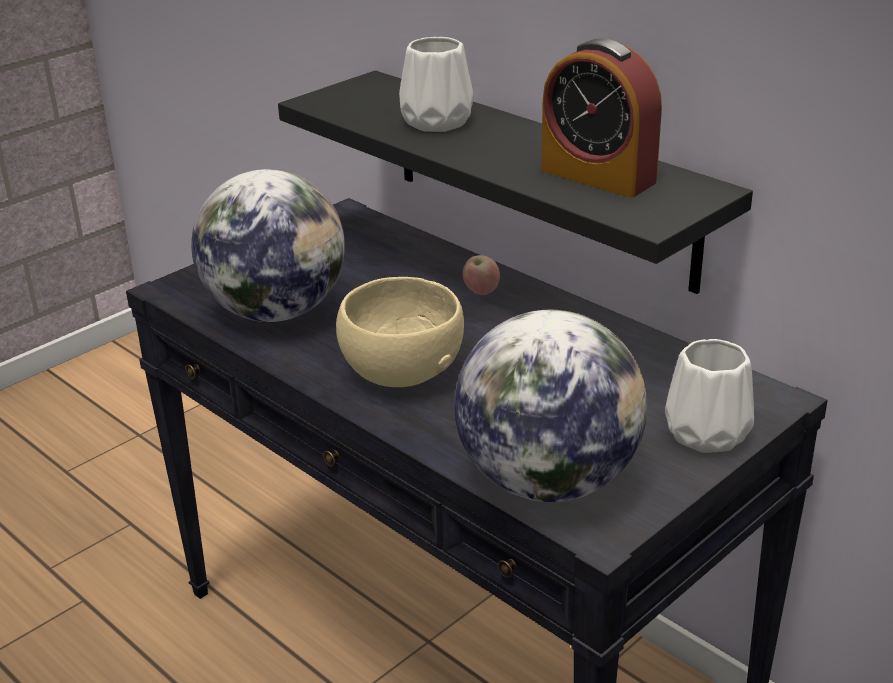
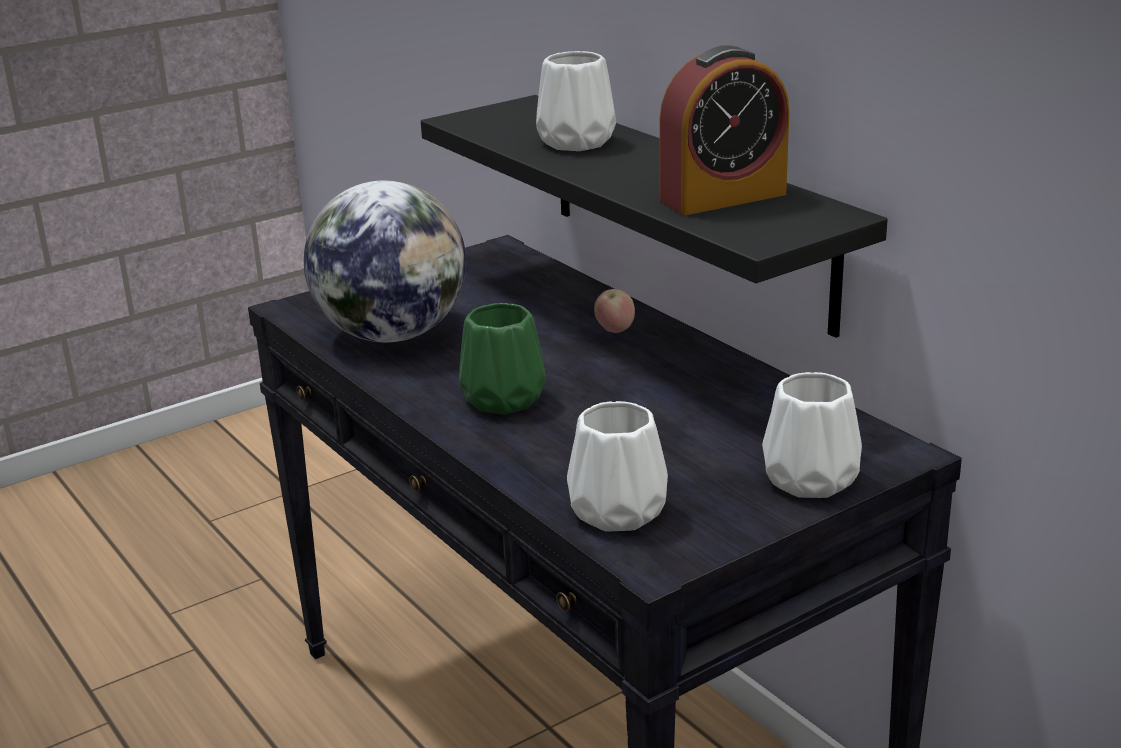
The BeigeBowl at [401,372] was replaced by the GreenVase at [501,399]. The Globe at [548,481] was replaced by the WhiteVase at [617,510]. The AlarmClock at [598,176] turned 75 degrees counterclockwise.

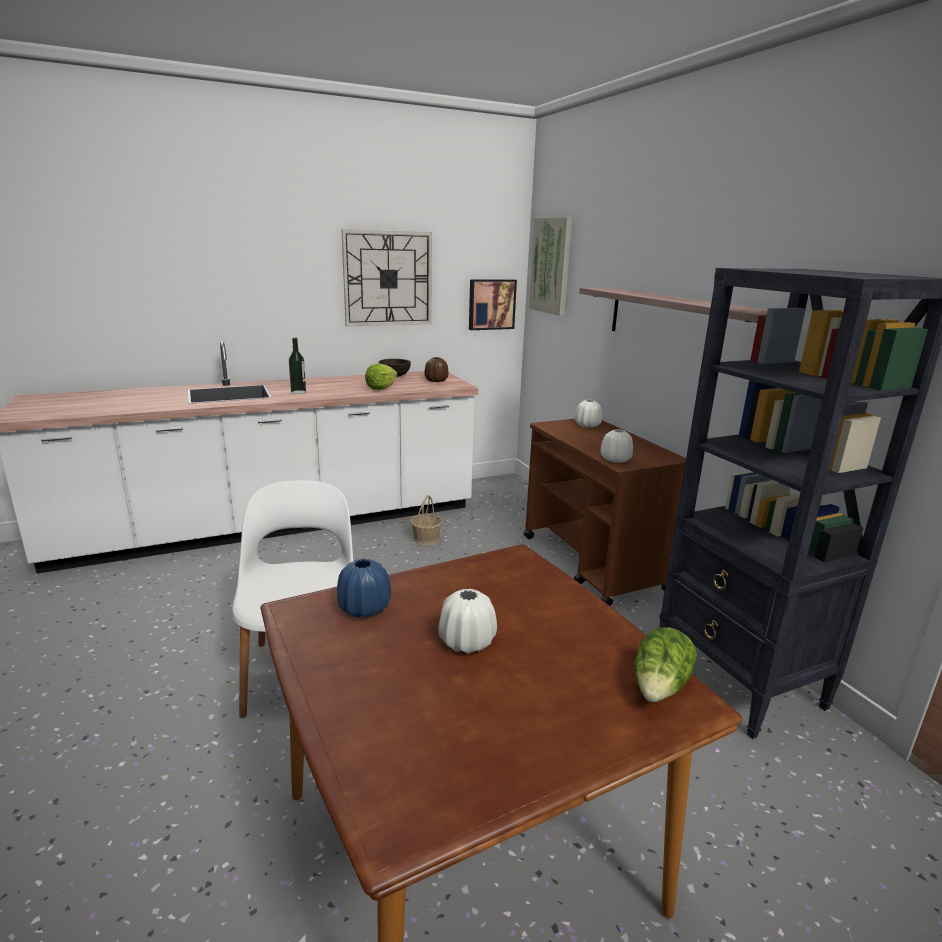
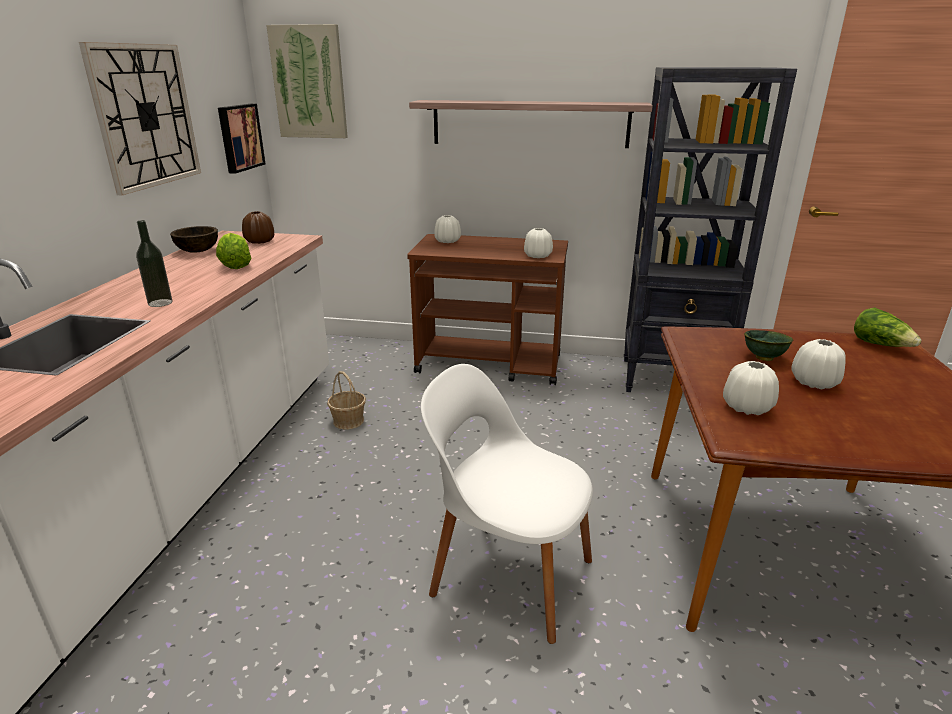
The BlueVase at [364,608] became the WhiteVase at [747,407]. The GreenBowl at [762,358] appeared.

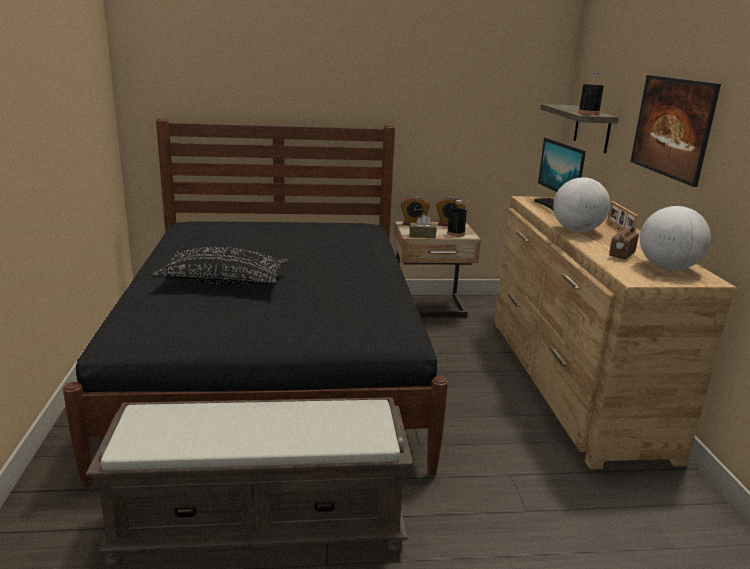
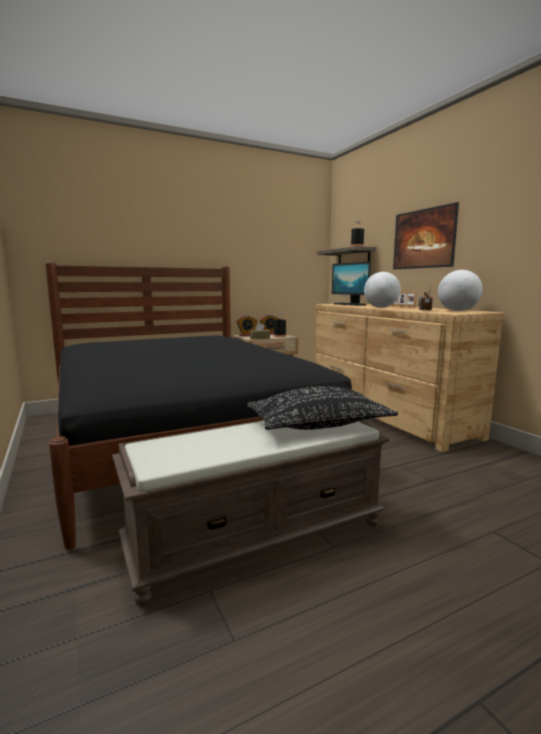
The BlackPillow moved from [224,282] to [319,425].

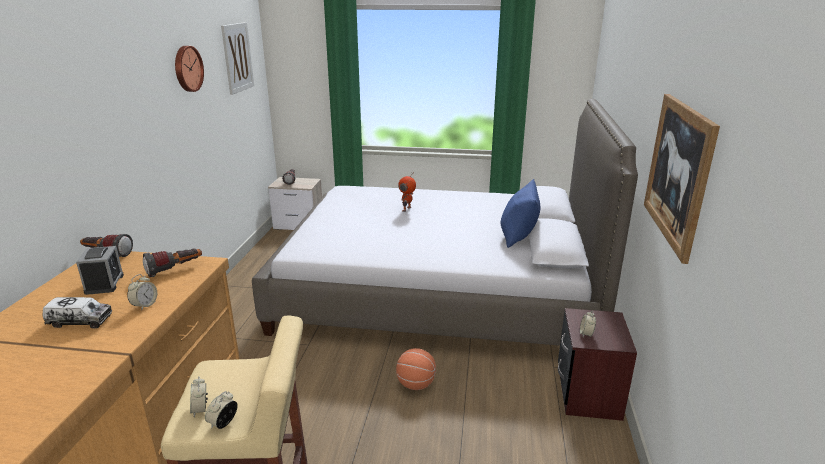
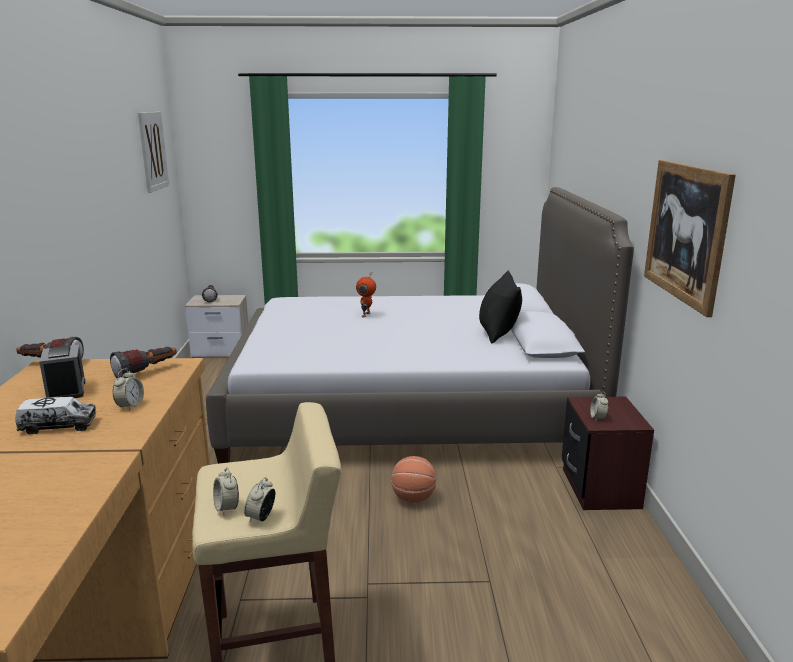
The BluePillow at [518,236] became the BlackPillow at [498,332]. The WallClock at [187,68] disappeared.

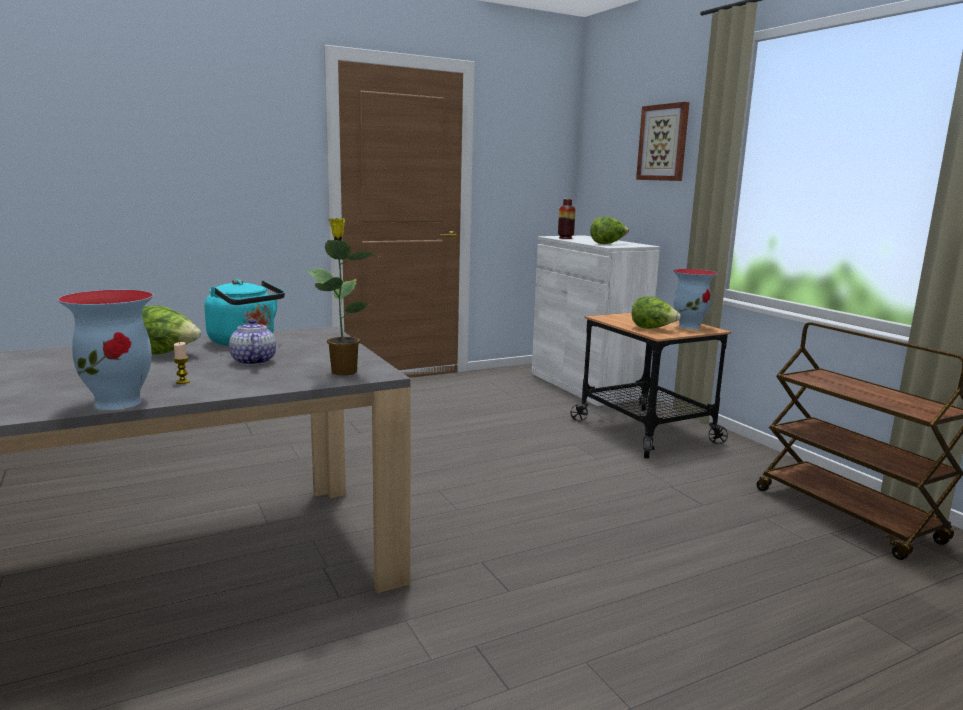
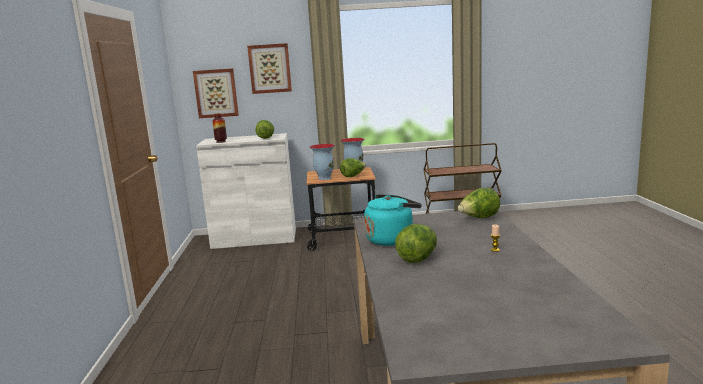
The Picture at [216,93] appeared. The Vase moved from [120,402] to [324,178]. The PottedPlant at [343,371] was replaced by the Lettuce at [479,218]. The Teapot at [252,361] disappeared.

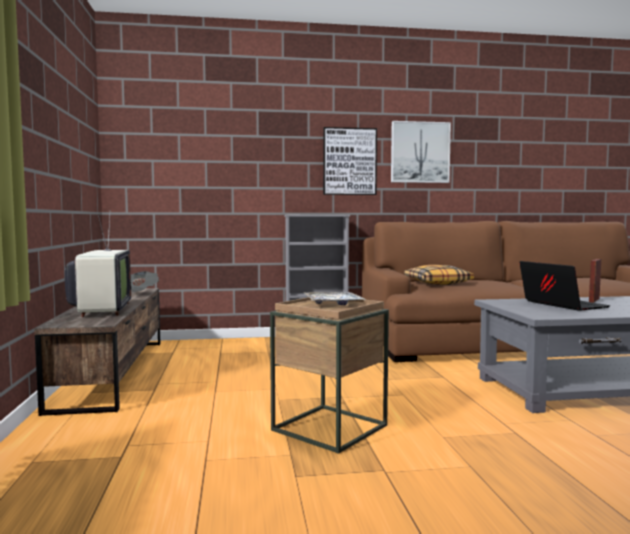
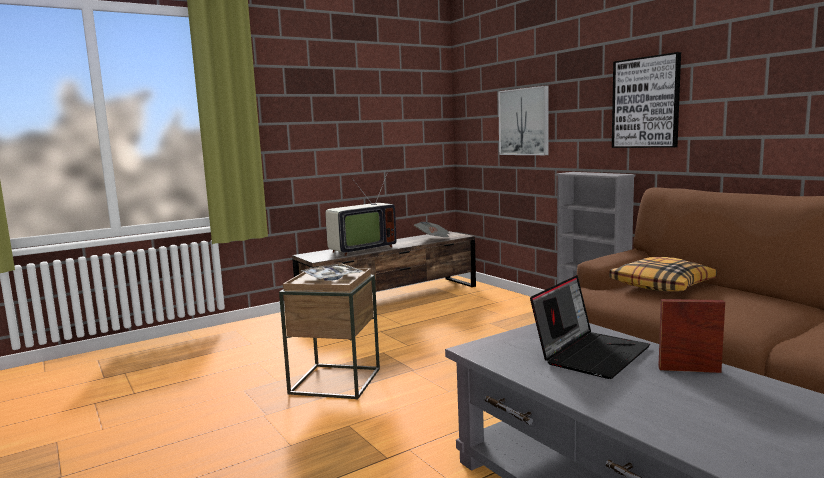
The Picture moved from [420,152] to [524,122].

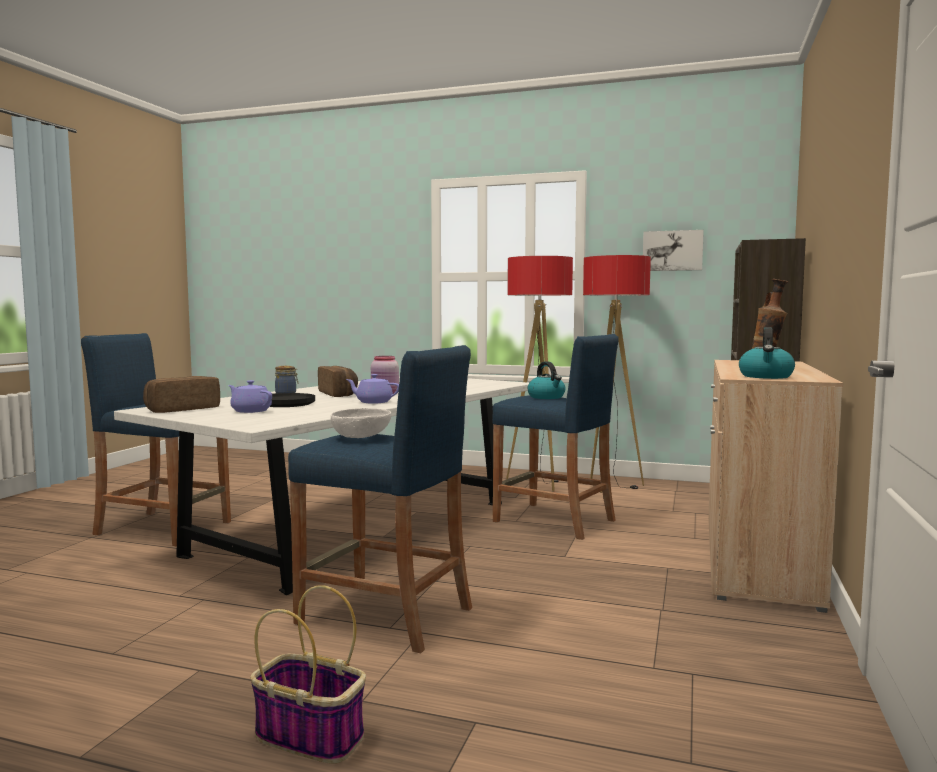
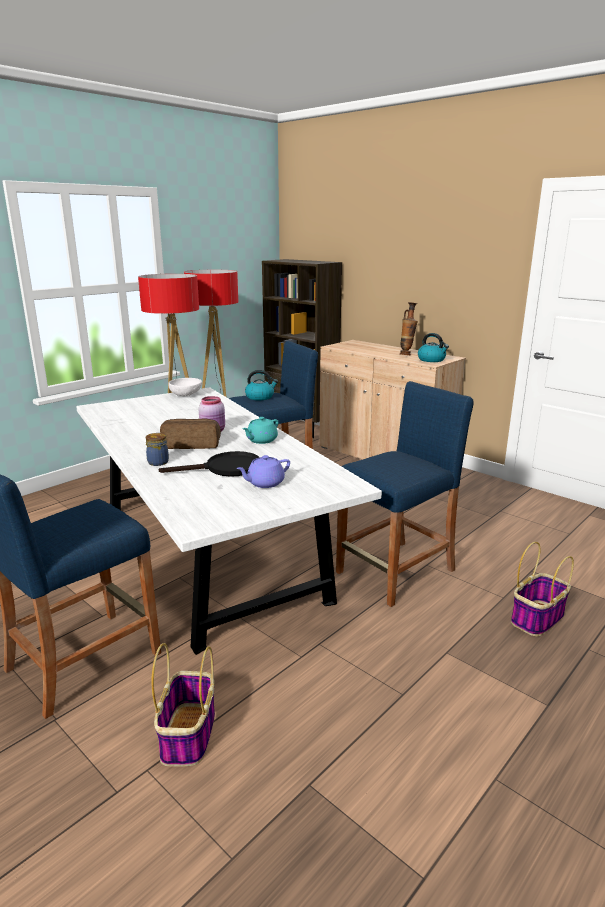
The Basket at [188,735] appeared. The WhiteBowl moved from [361,438] to [186,395]. The PurpleTeapot at [373,402] became the TurquoiseTeapot at [261,440]. The Bread at [182,409] disappeared. The Picture at [672,251] disappeared.

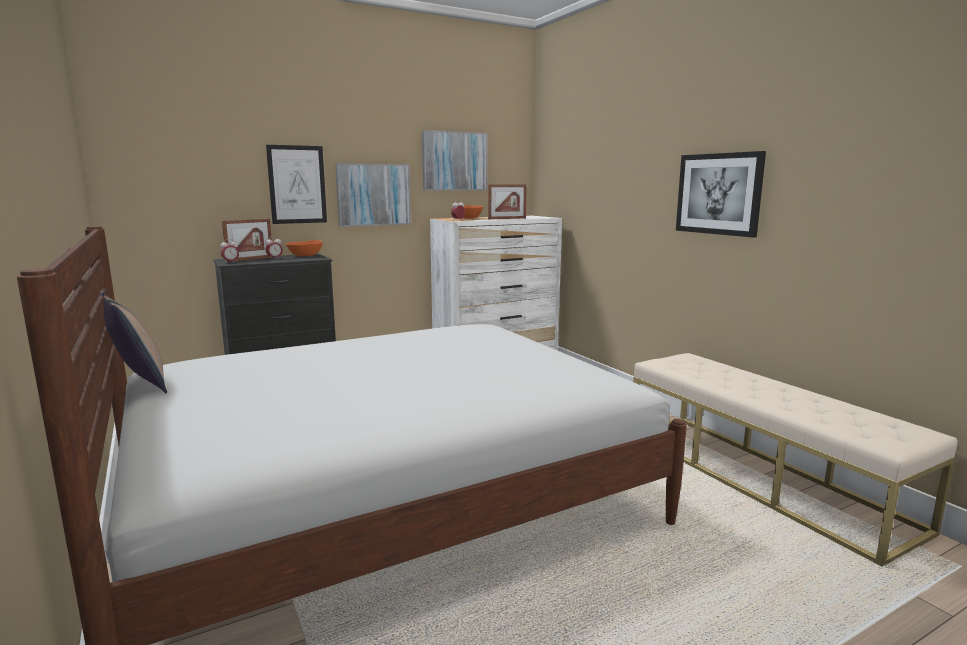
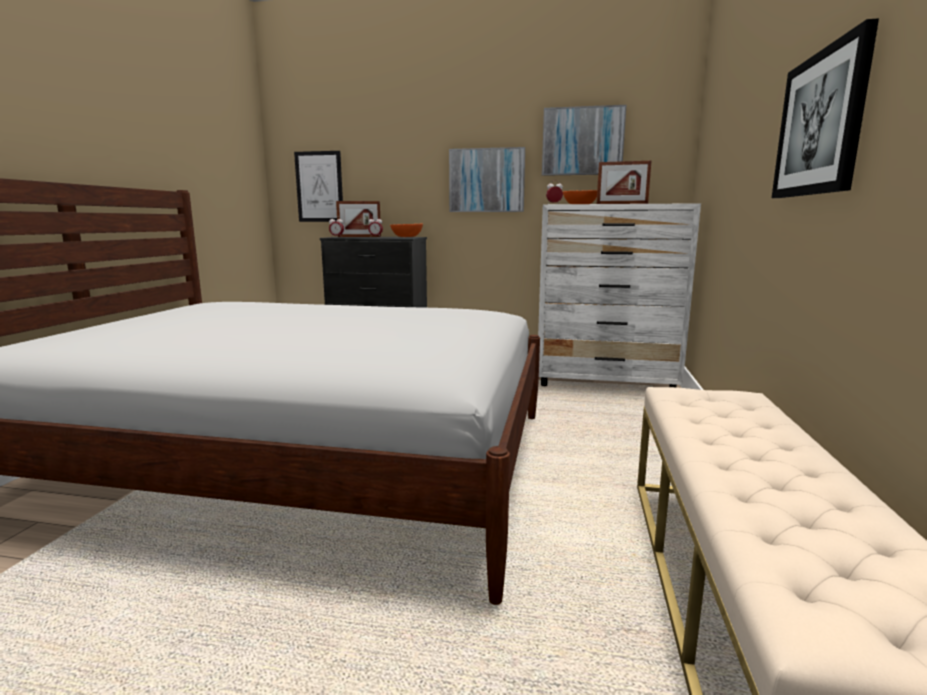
The Picture moved from [297,184] to [319,187]. The Pillow at [139,383] disappeared.

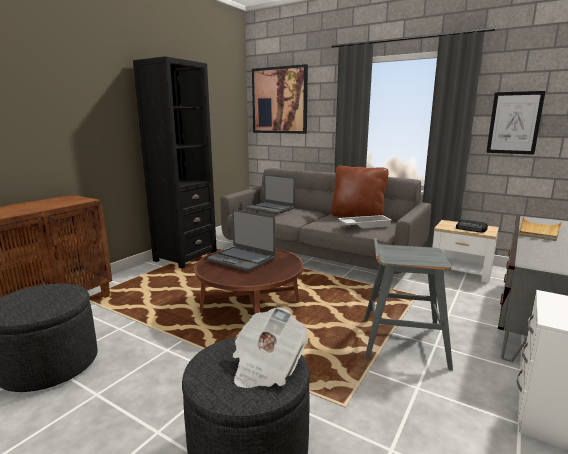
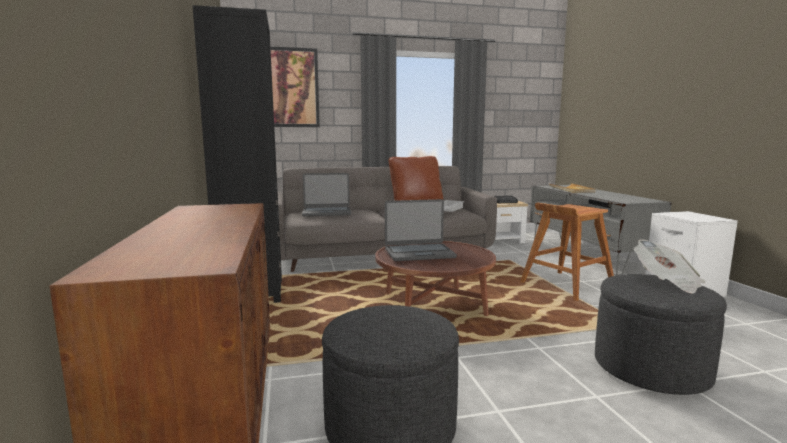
The GreyStool at [402,341] became the BrownStool at [566,286]. The Picture at [514,123] disappeared.

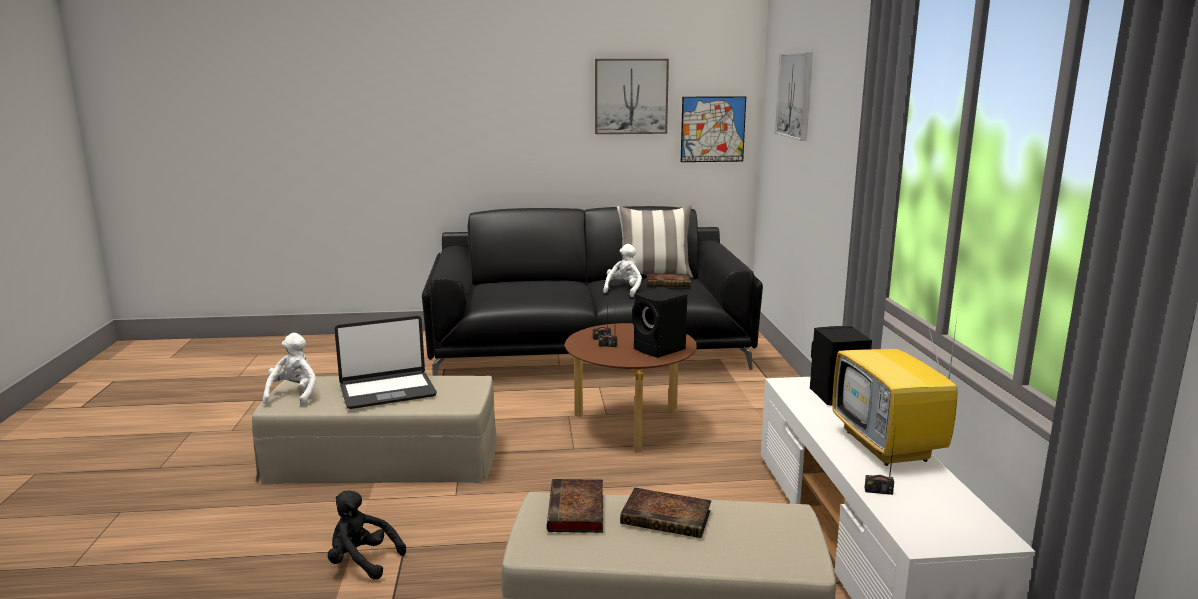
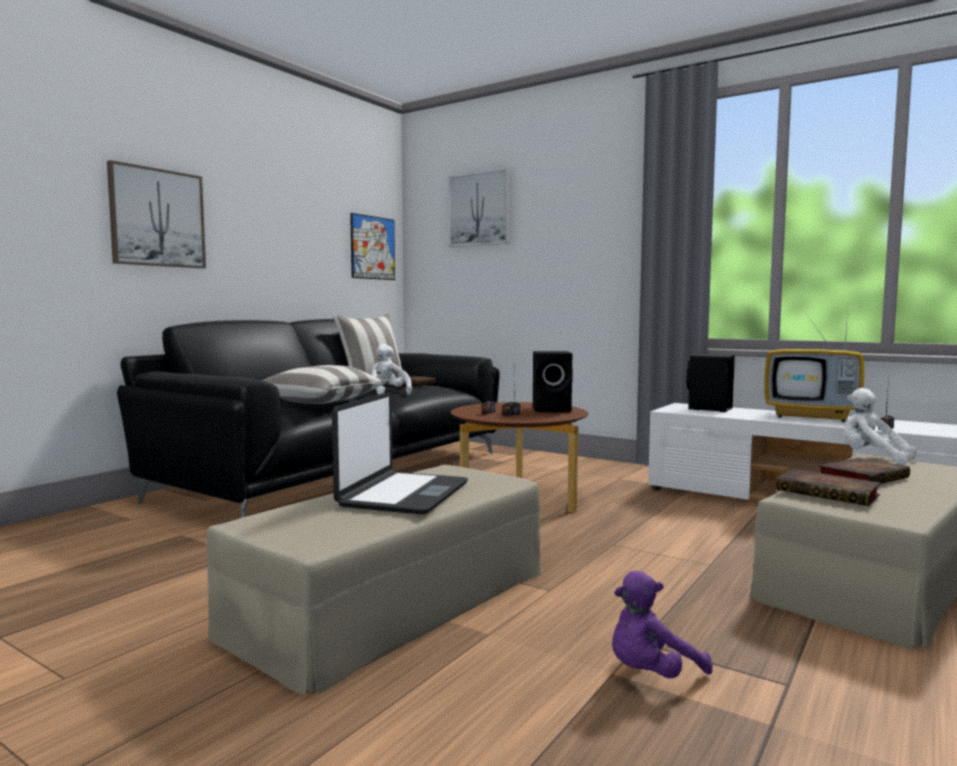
The Picture moved from [631,96] to [157,218]. The Pillow at [320,401] appeared. The BlackPlushToy at [362,562] became the PurplePlushToy at [651,674]. The WhitePlushToy moved from [294,395] to [871,459].

